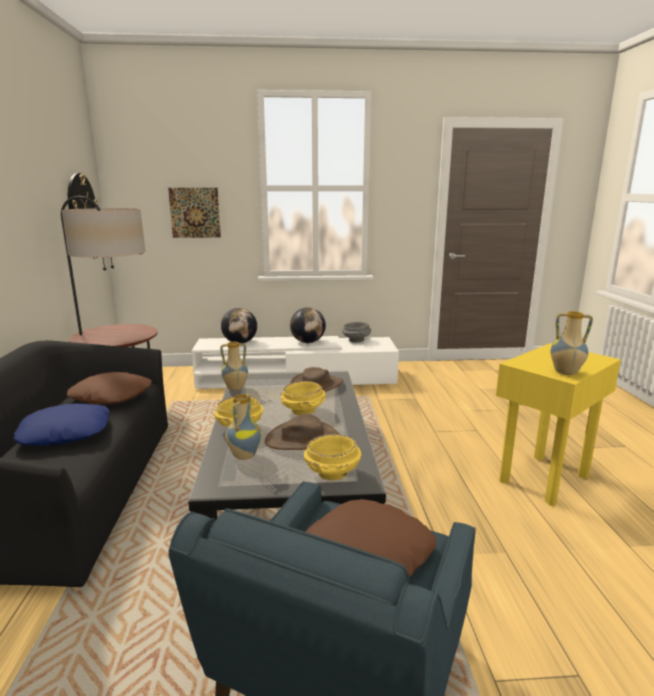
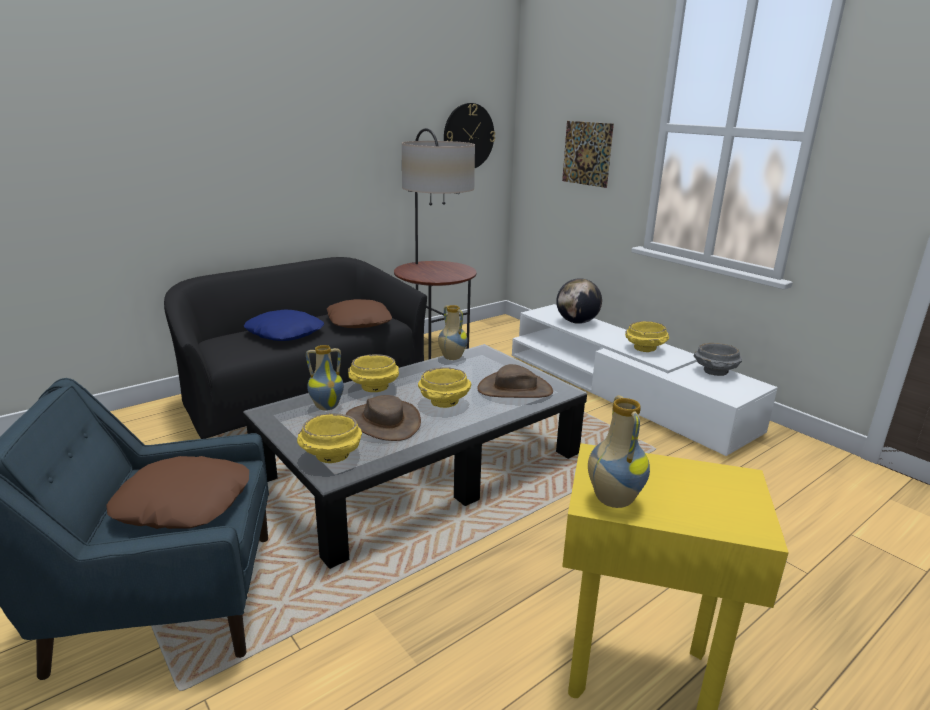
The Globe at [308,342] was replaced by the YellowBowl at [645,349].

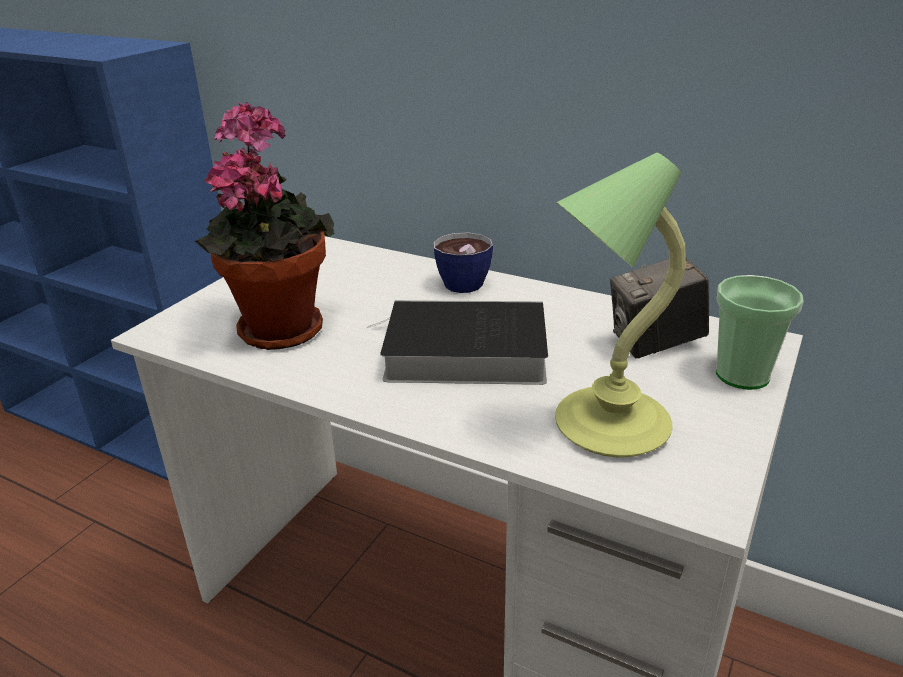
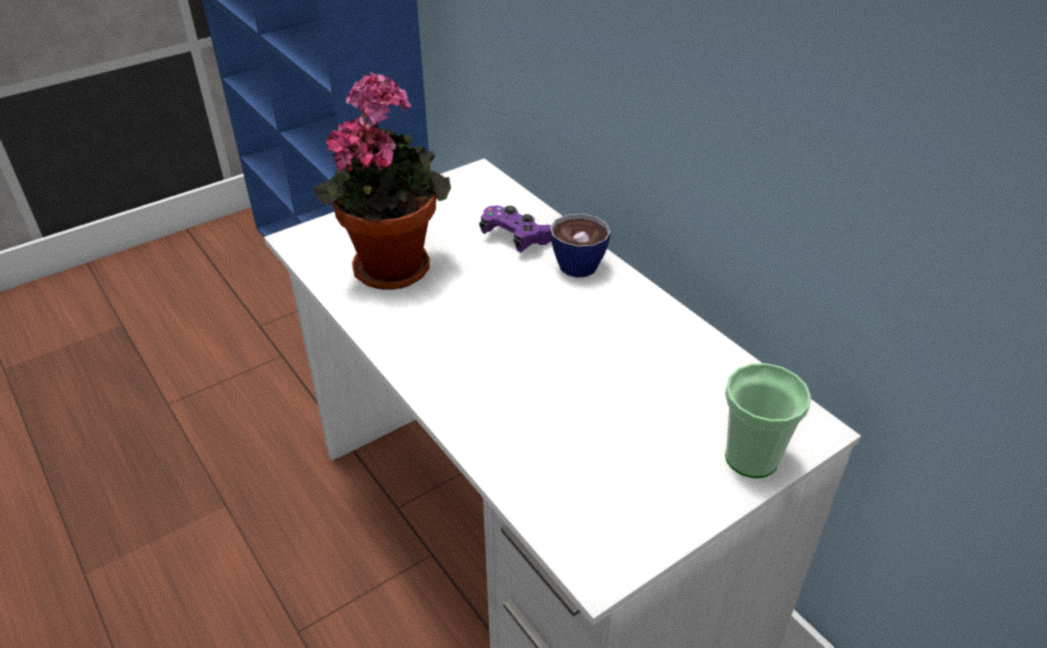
The PurpleGameController at [516,238] appeared. The Book at [460,352] disappeared. The TableLamp at [607,424] disappeared. The PhotoCamera at [654,344] disappeared.

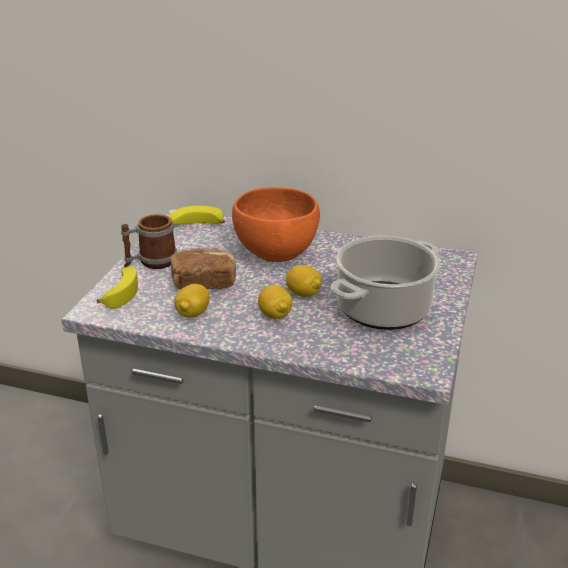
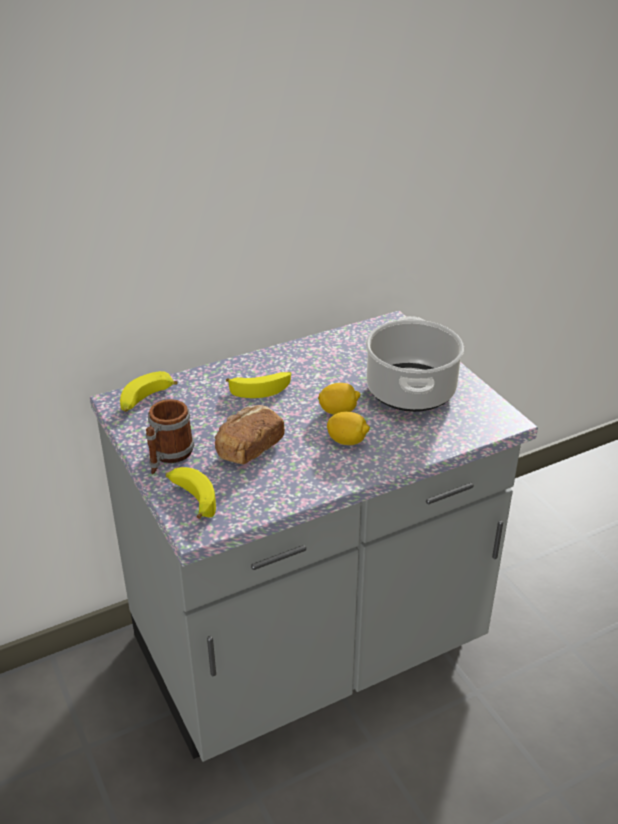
The OrangeBowl at [277,253] was replaced by the Banana at [261,388]. The Lemon at [193,313] disappeared.

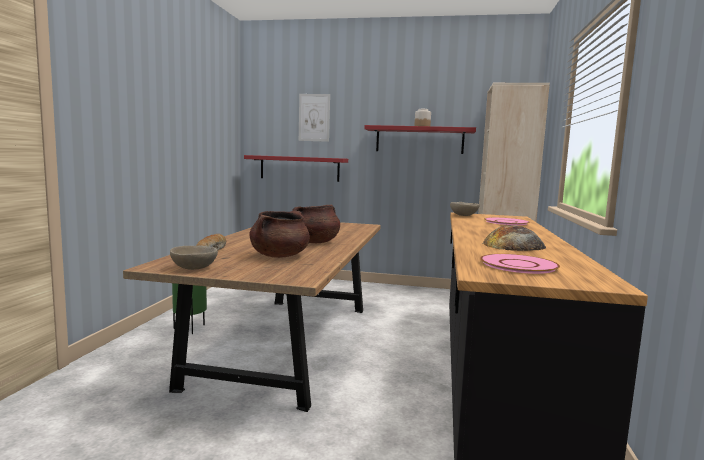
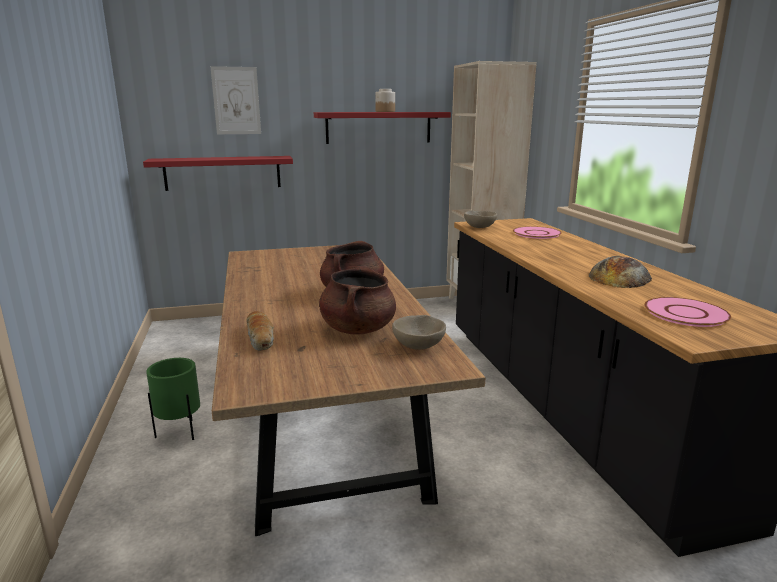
The BeigeBowl moved from [194,268] to [419,346].

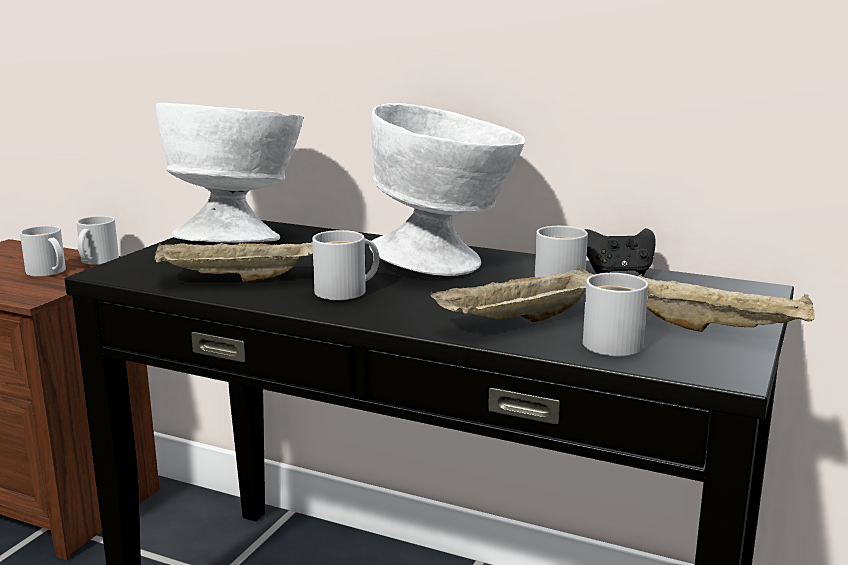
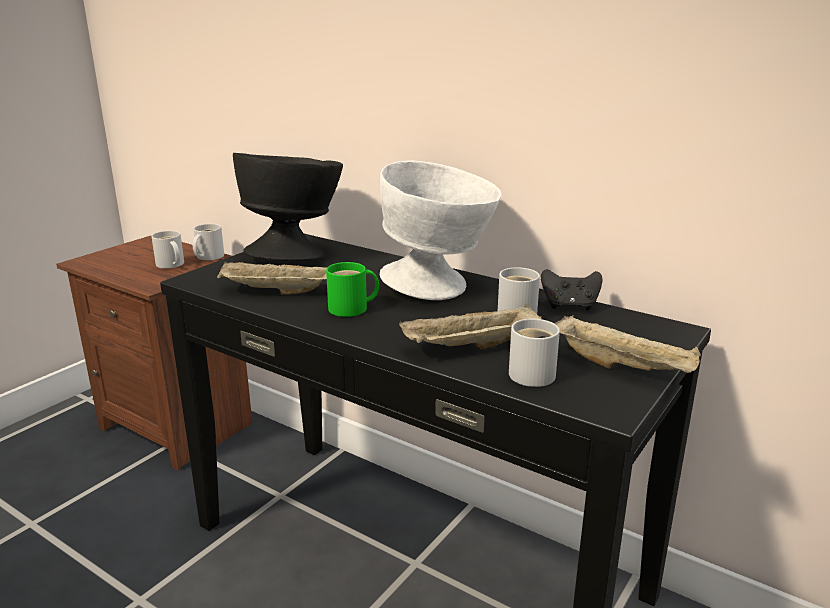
The WhiteBowl at [238,239] became the BlackBowl at [294,254]. The WhiteMug at [346,291] became the GreenMug at [352,309].

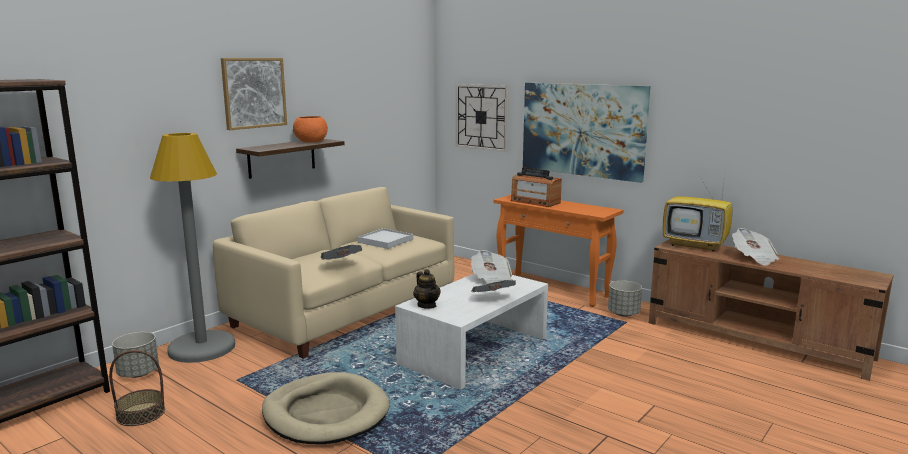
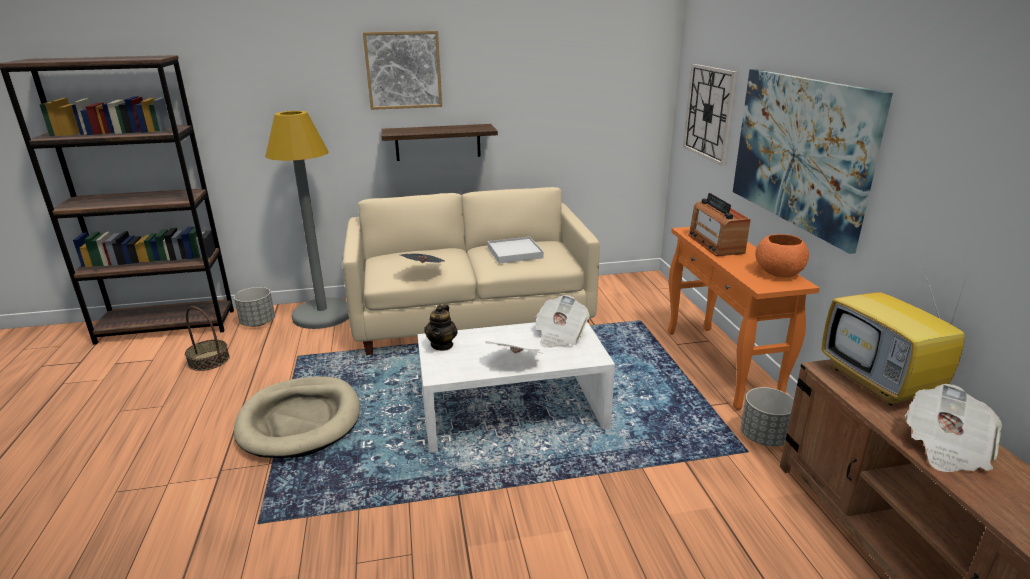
The OrangeBowl moved from [310,141] to [778,272].

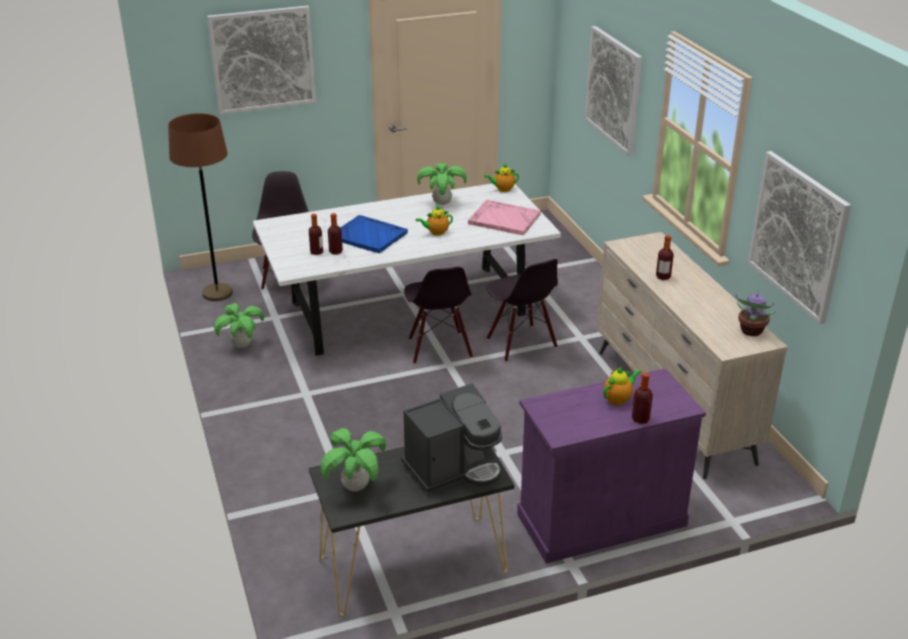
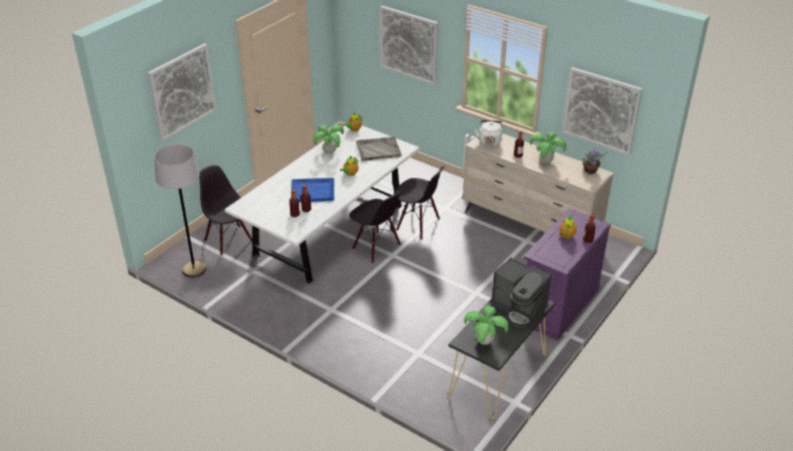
The BrownFloorLamp at [217,293] became the GreyFloorLamp at [194,270]. The PinkTray at [503,219] became the GreyTray at [378,150]. The WhiteKettle at [489,141] appeared. The CoffeeMachine at [454,468] turned 105 degrees clockwise. The PottedPlant moved from [242,345] to [545,161].

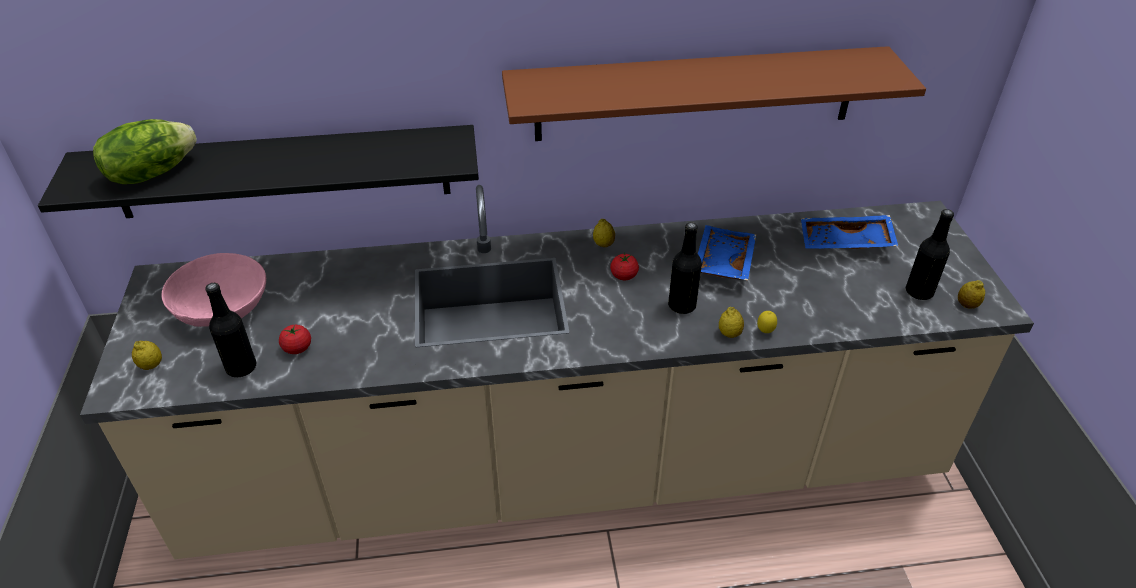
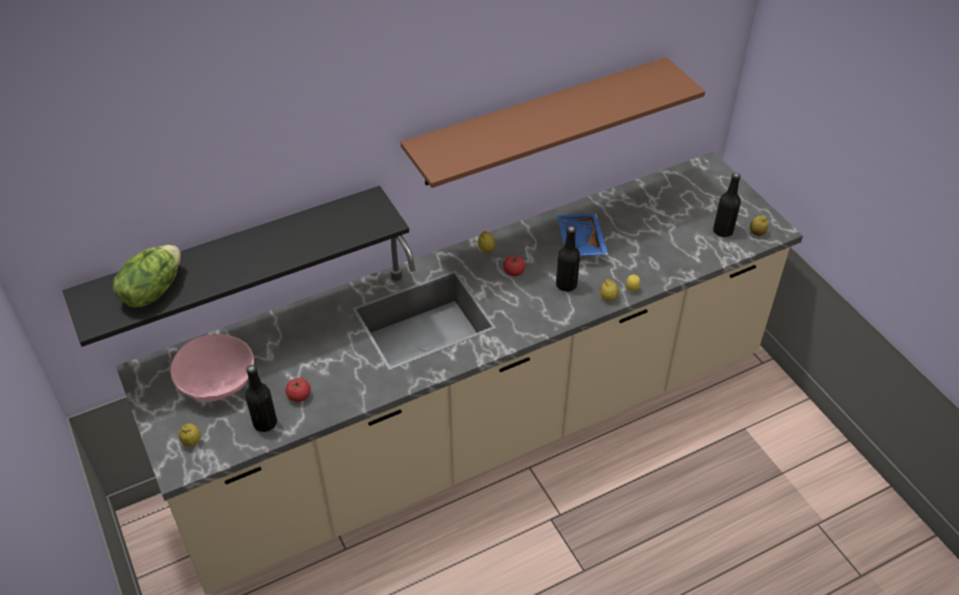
The BlueTray at [845,243] disappeared.

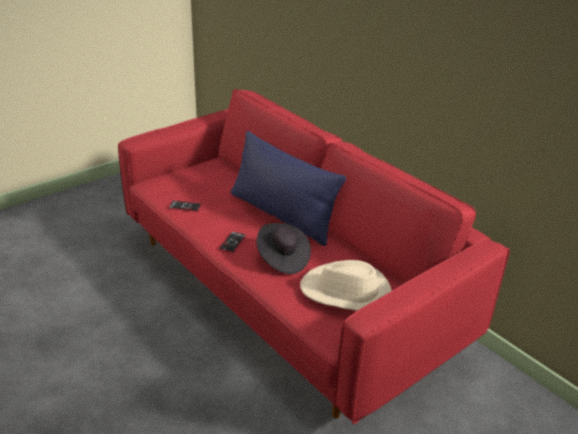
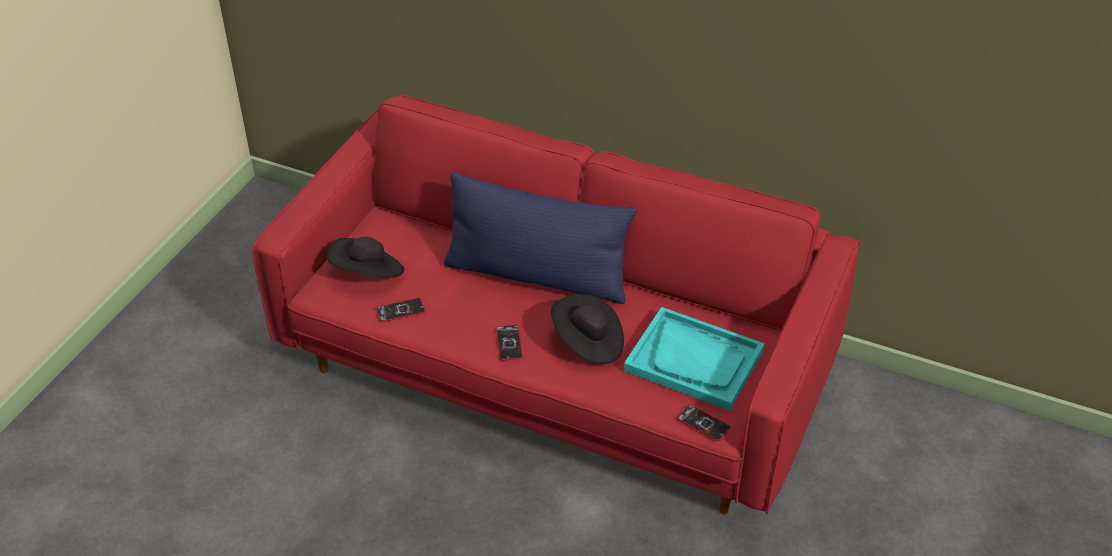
The BlackHat at [368,274] appeared. The BeigeHat at [346,292] was replaced by the TurquoiseTray at [694,361]. The Phone at [703,423] appeared.

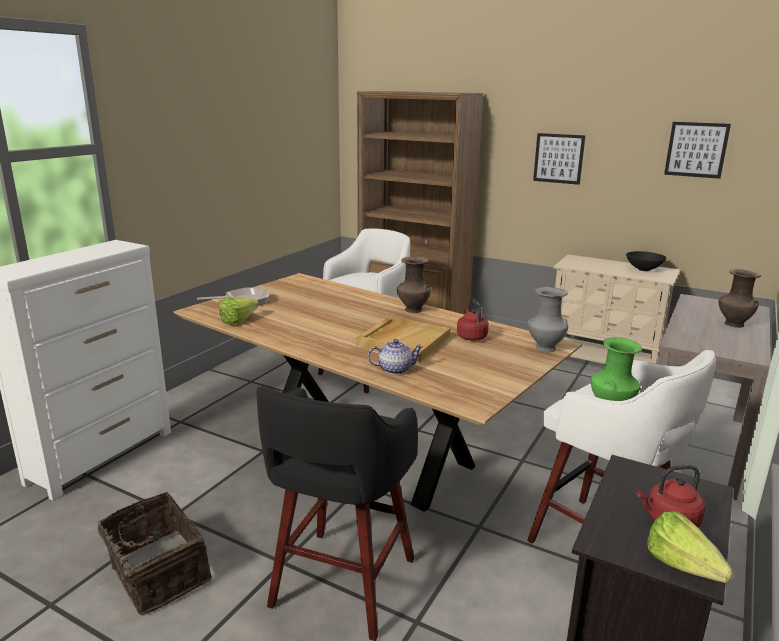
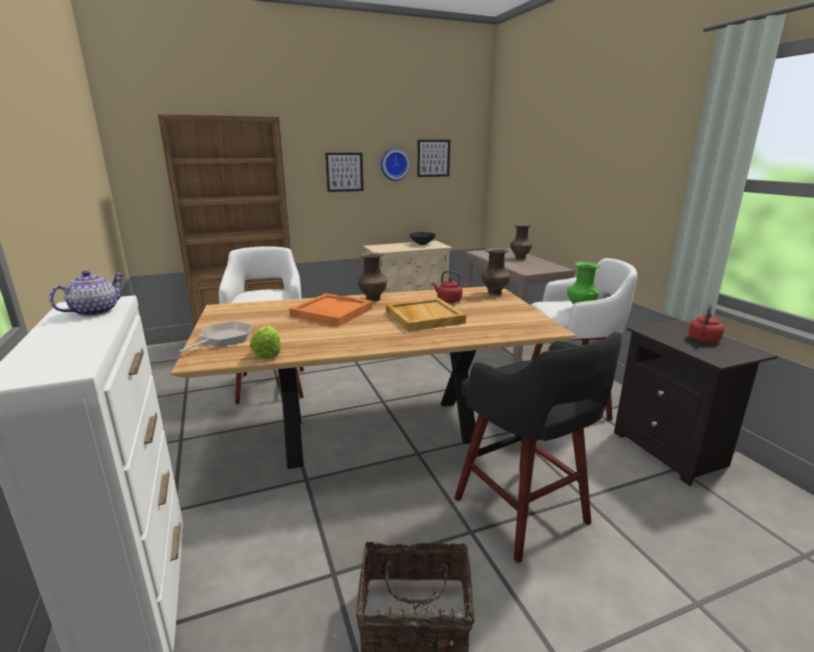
The Teapot moved from [394,369] to [94,311]. The OrangeTray at [331,312] appeared. The WallClock at [394,164] appeared. The GreyVase at [544,348] became the BrownVase at [494,293]. The Lettuce at [686,571] disappeared.

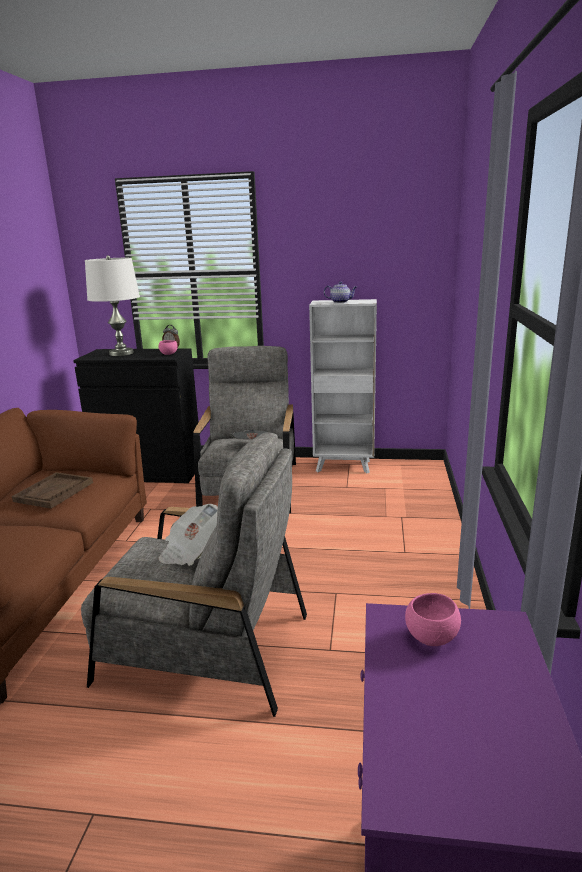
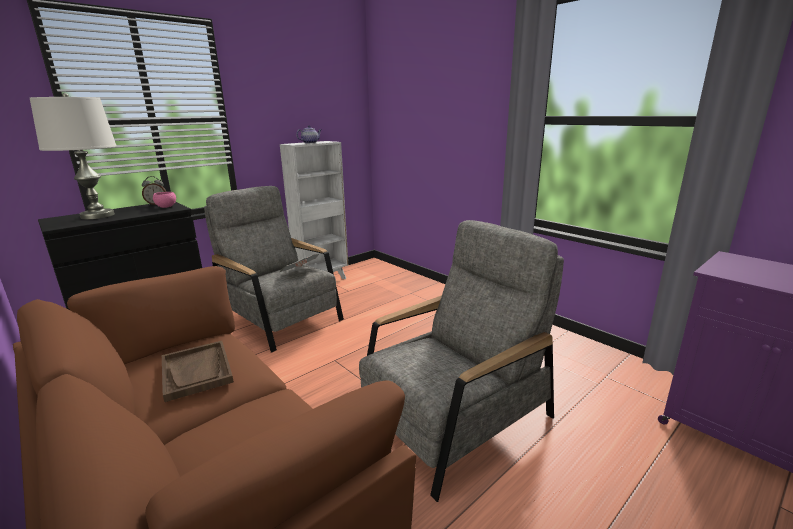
The Newspaper at [192,551] disappeared. The PinkBowl at [432,637] disappeared.

